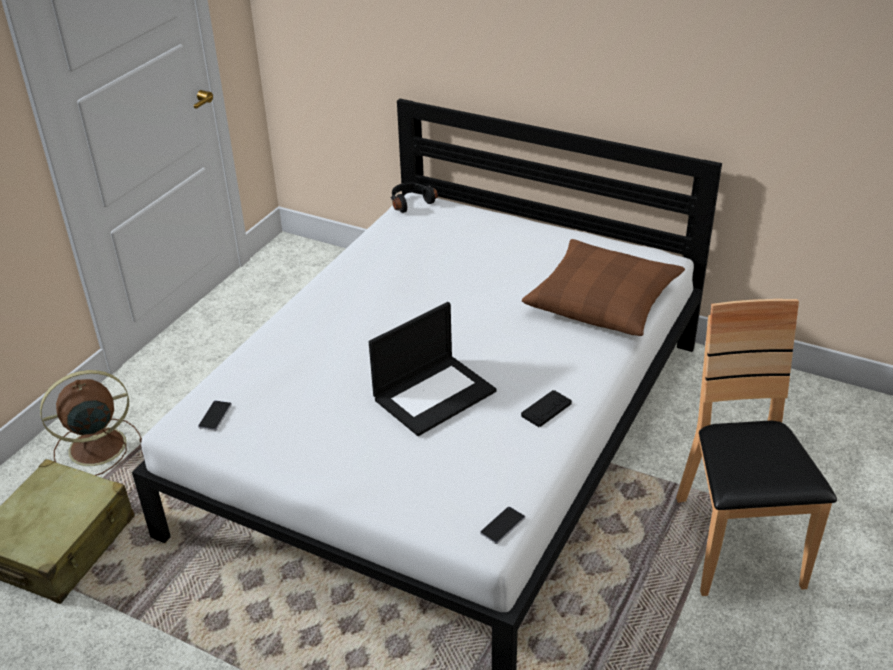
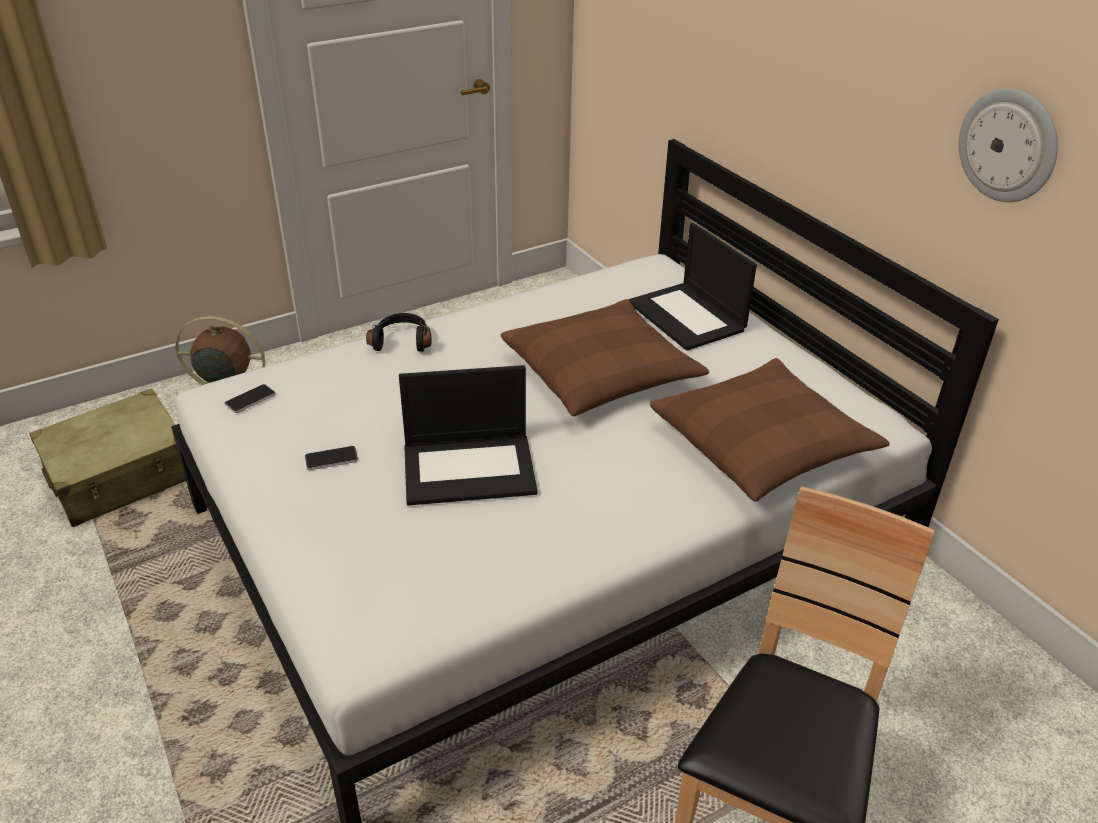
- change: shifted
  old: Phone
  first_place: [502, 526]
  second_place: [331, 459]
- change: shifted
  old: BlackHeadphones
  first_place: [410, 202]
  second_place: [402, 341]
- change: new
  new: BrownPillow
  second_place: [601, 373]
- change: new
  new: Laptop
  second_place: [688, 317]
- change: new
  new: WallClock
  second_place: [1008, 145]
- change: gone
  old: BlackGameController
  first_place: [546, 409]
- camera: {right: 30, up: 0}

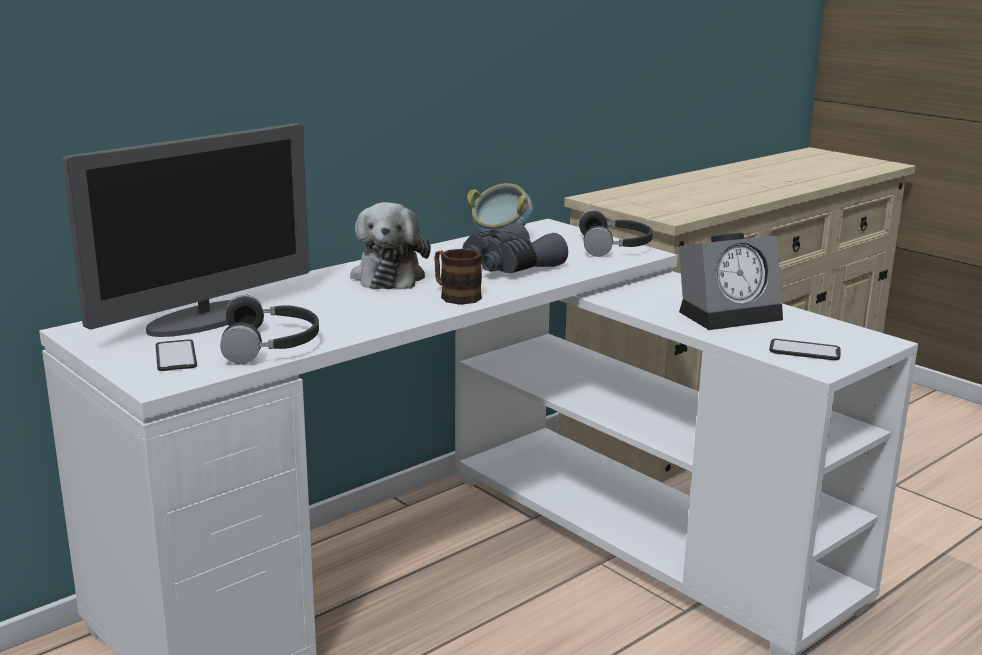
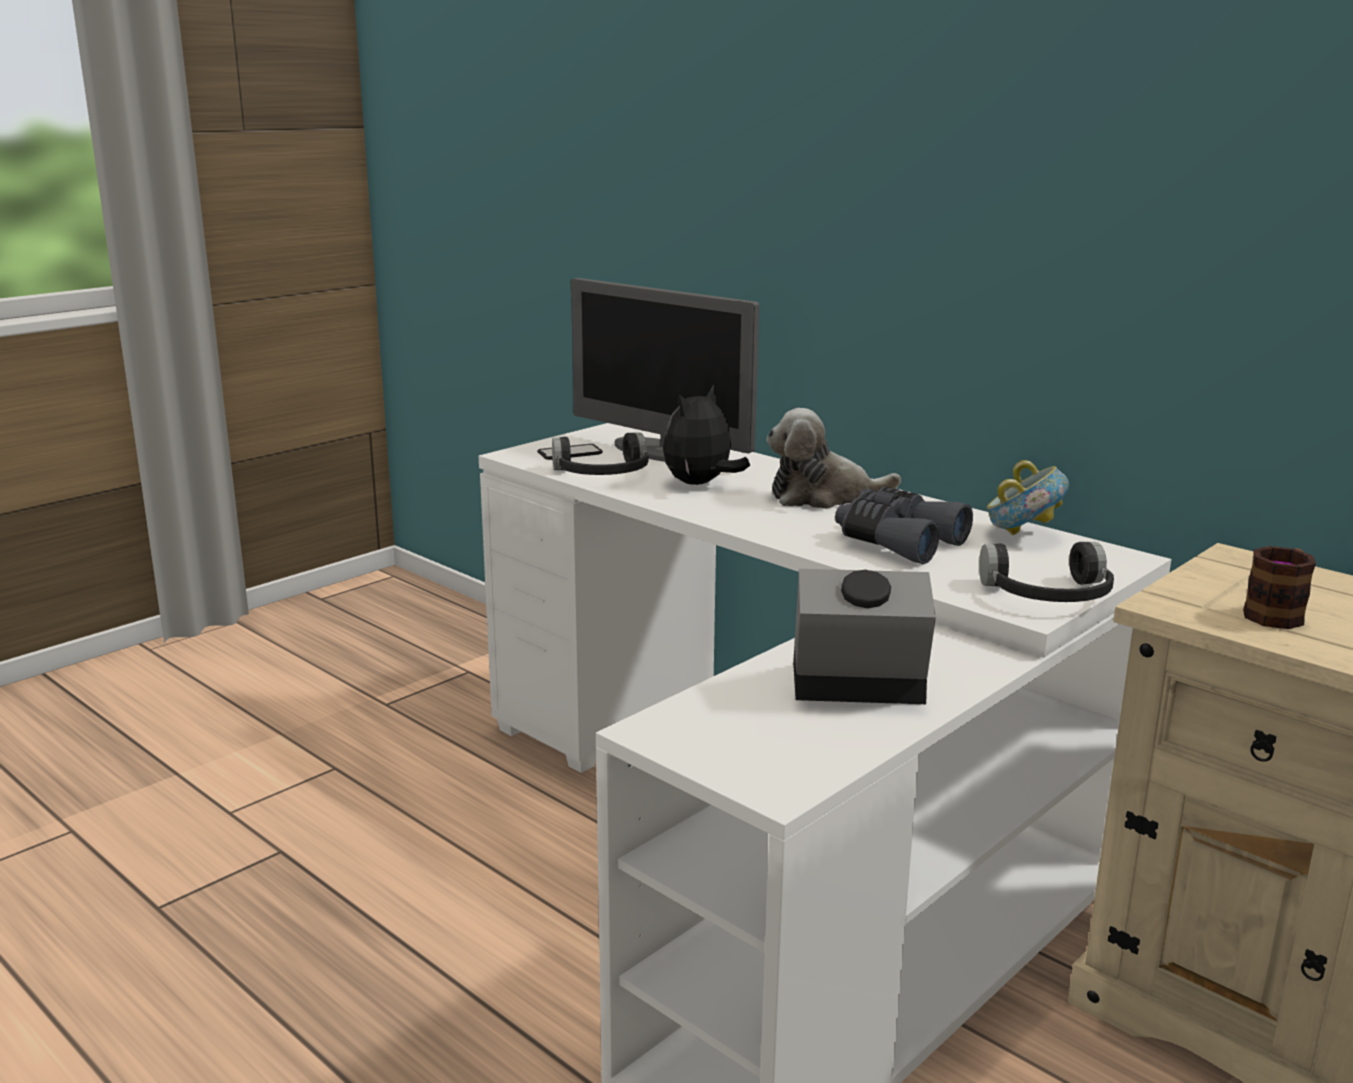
- change: new
  new: PlushToy
  second_place: [700, 484]
- change: rotated
  old: AlarmClock
  first_place: [730, 314]
  second_place: [853, 686]
  degrees: 120
- change: shifted
  old: Mug
  first_place: [455, 295]
  second_place: [1277, 613]
- change: gone
  old: Phone
  first_place: [804, 351]
- camera: {right: 85, up: 0}

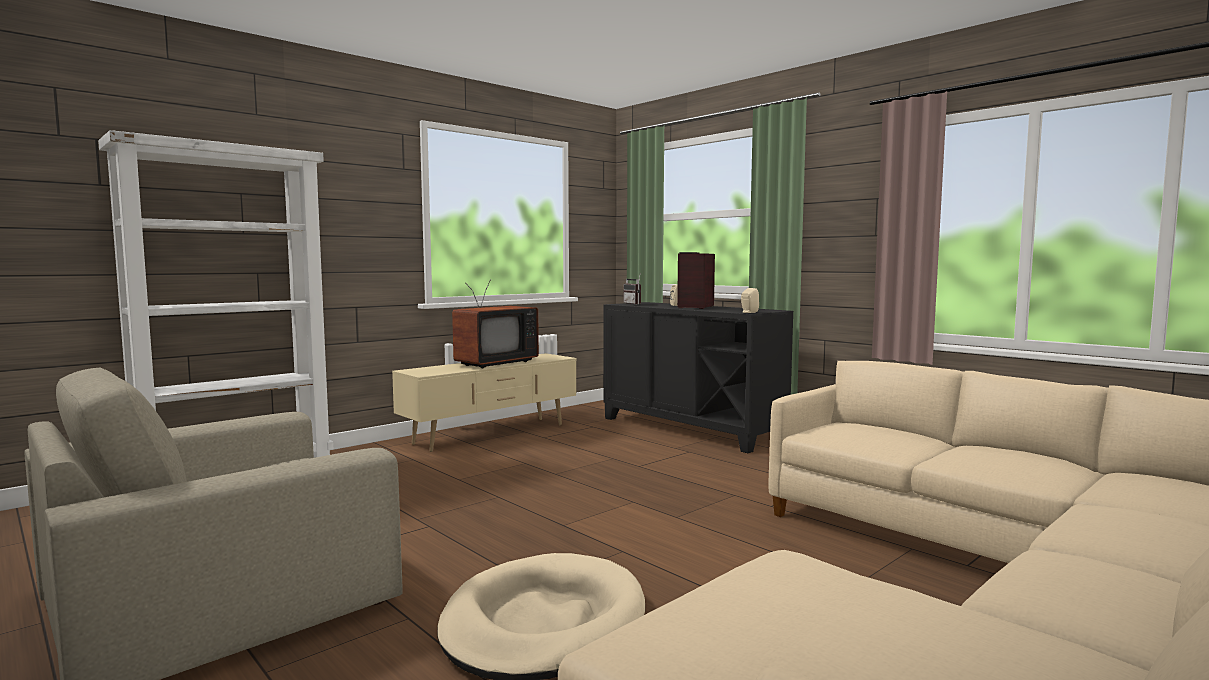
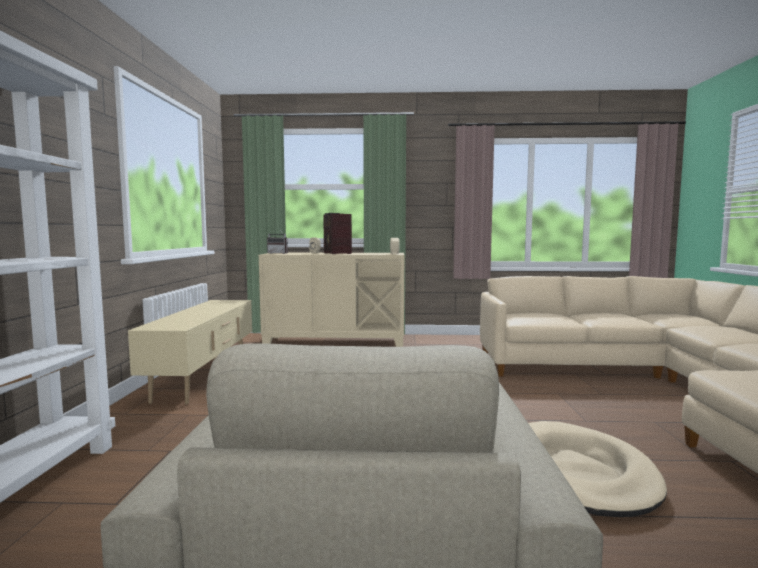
- change: repainted
  old: BlackCabinet
  new: BeigeCabinet
  first_place: [691, 429]
  second_place: [335, 342]
- change: gone
  old: Television
  first_place: [492, 363]
- camera: {right: -45, up: 0}

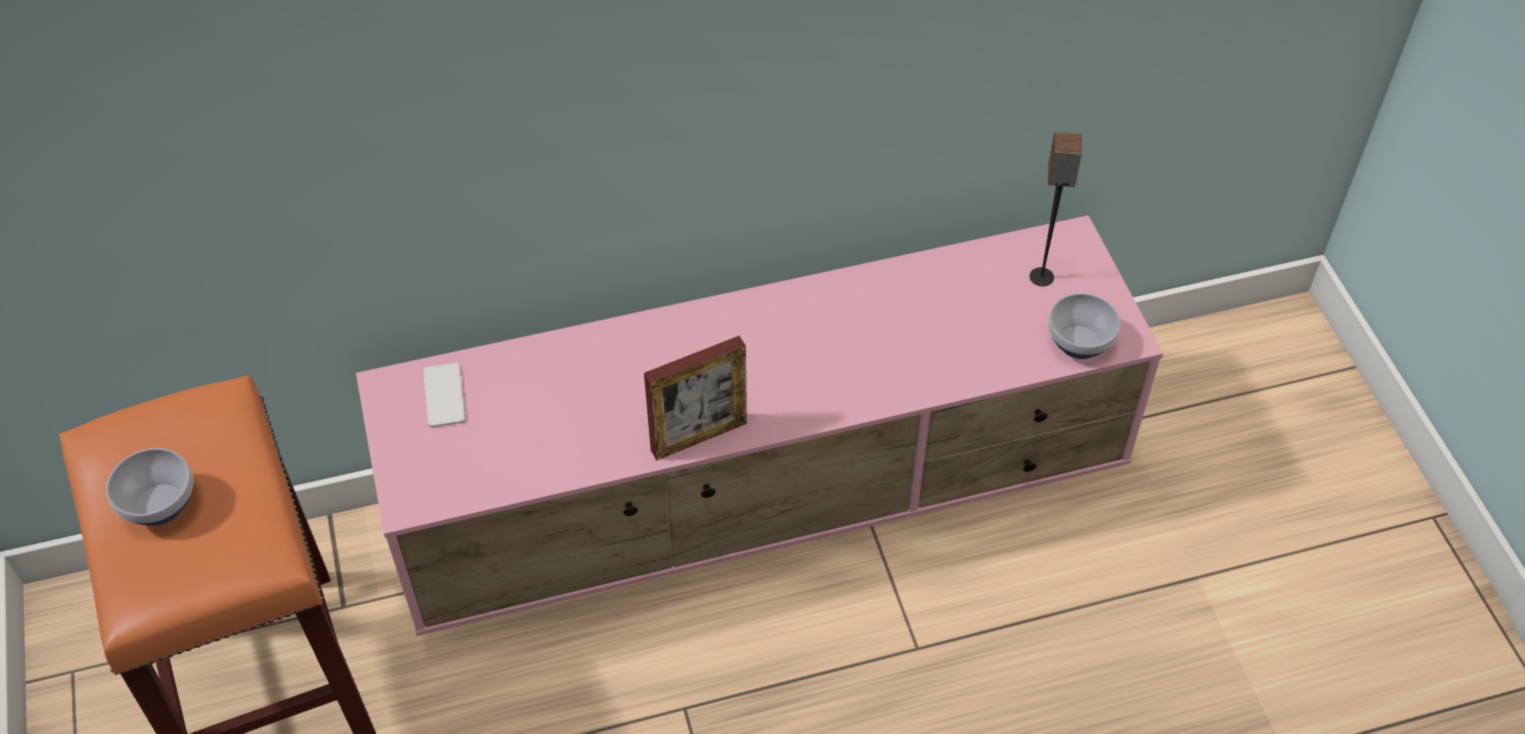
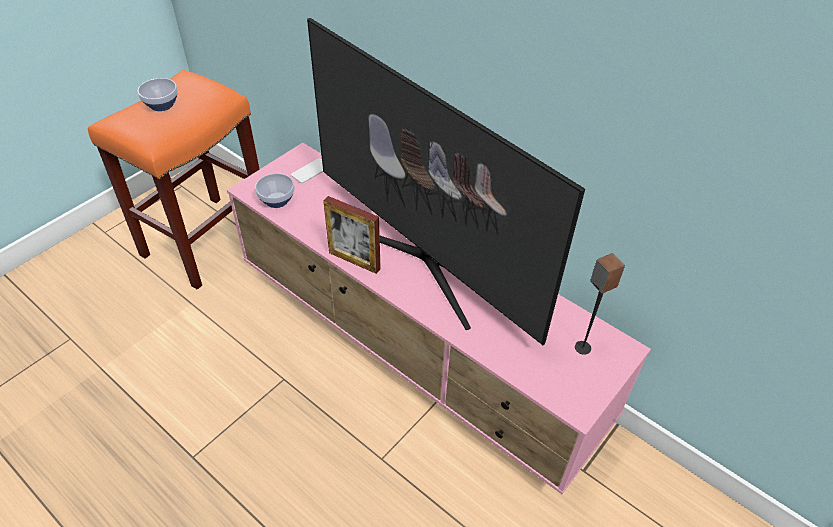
- change: shifted
  old: Bowl
  first_place: [1080, 341]
  second_place: [278, 200]
- change: new
  new: Television
  second_place: [423, 260]
- camera: {right: 55, up: -5}

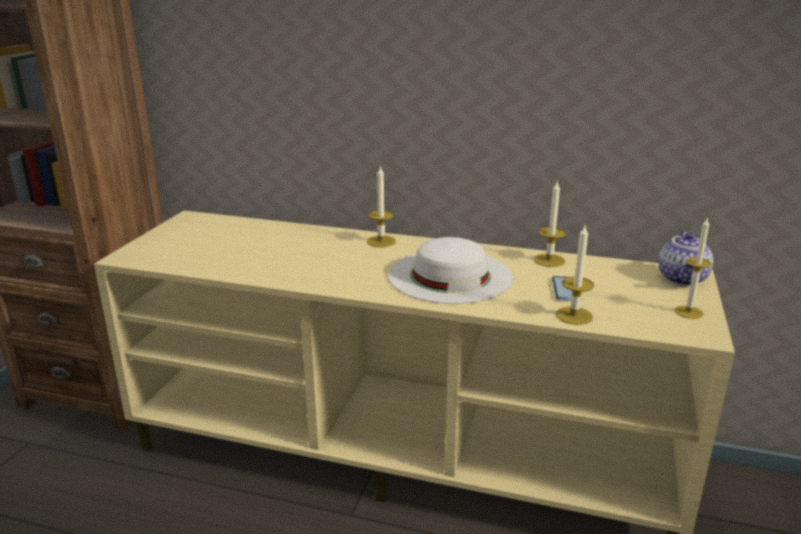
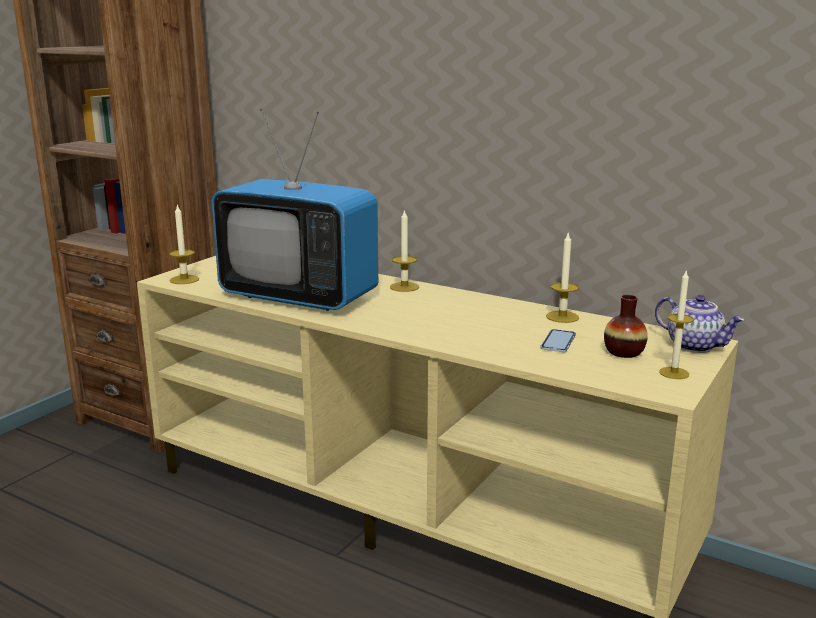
- change: shifted
  old: Candle
  first_place: [574, 315]
  second_place: [184, 279]
- change: new
  new: Television
  second_place: [299, 297]
- change: new
  new: Vase
  second_place: [624, 352]
- change: rotated
  old: Teapot
  first_place: [683, 279]
  second_place: [695, 346]
  degrees: -75
- change: gone
  old: WhiteHat
  first_place: [450, 275]
- camera: {right: 15, up: -5}

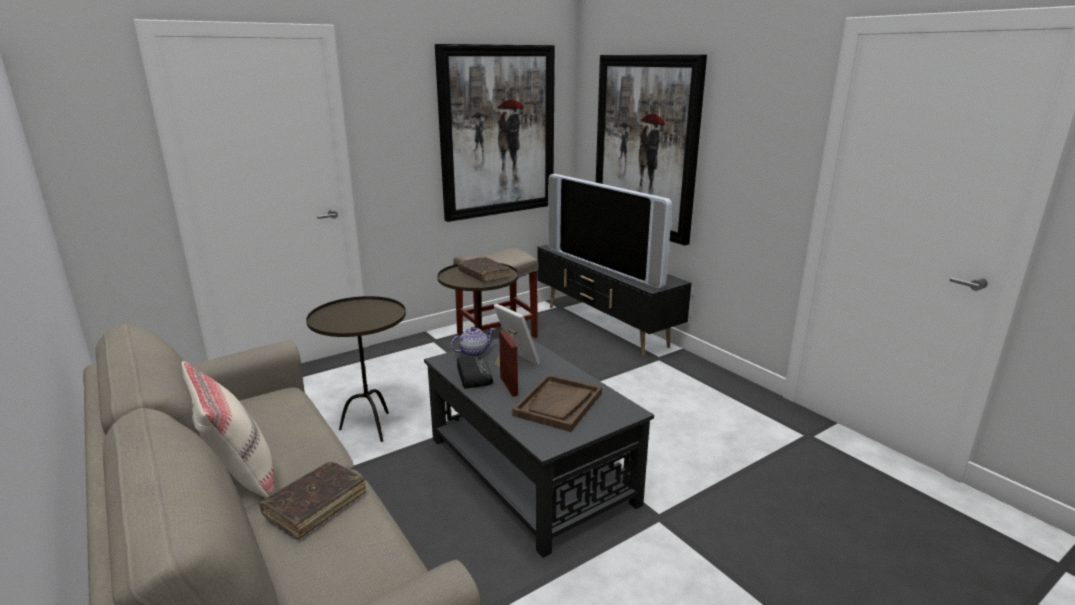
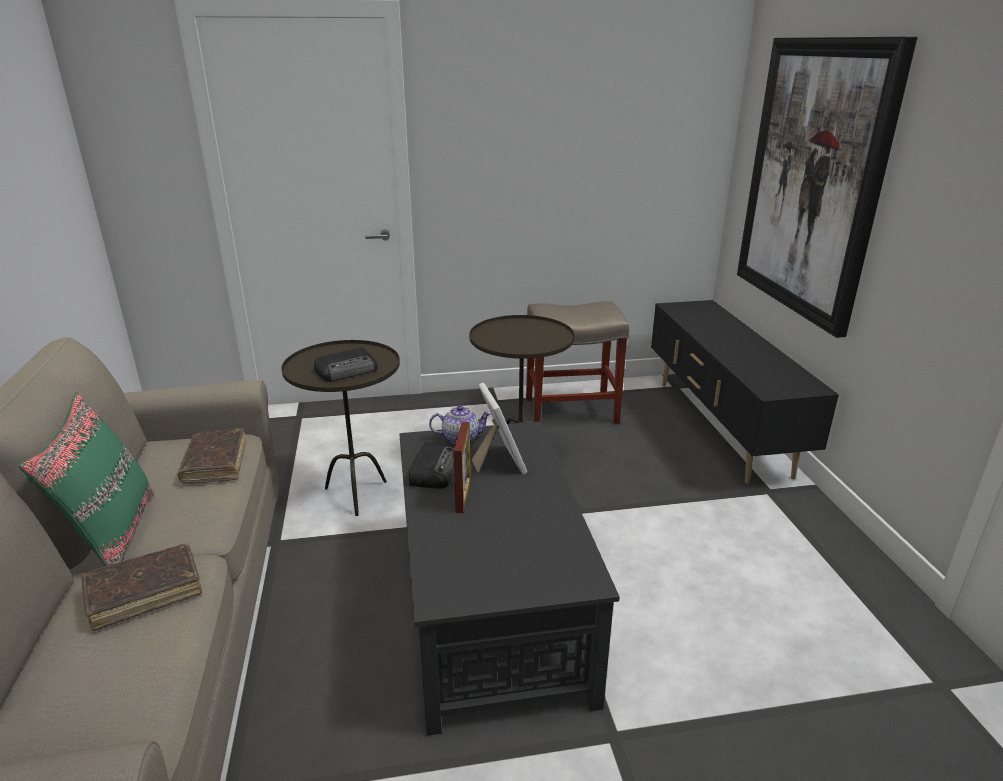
- change: repainted
  old: BeigePillow
  new: GreenPillow
  first_place: [239, 478]
  second_place: [113, 533]
- change: shifted
  old: BrownBook
  first_place: [484, 275]
  second_place: [215, 463]
- change: new
  new: Radio
  second_place: [347, 370]
- change: gone
  old: Picture
  first_place: [498, 132]
- change: gone
  old: BrownTray
  first_place: [558, 404]
- change: gone
  old: Television
  first_place: [604, 265]
- camera: {right: 25, up: 5}

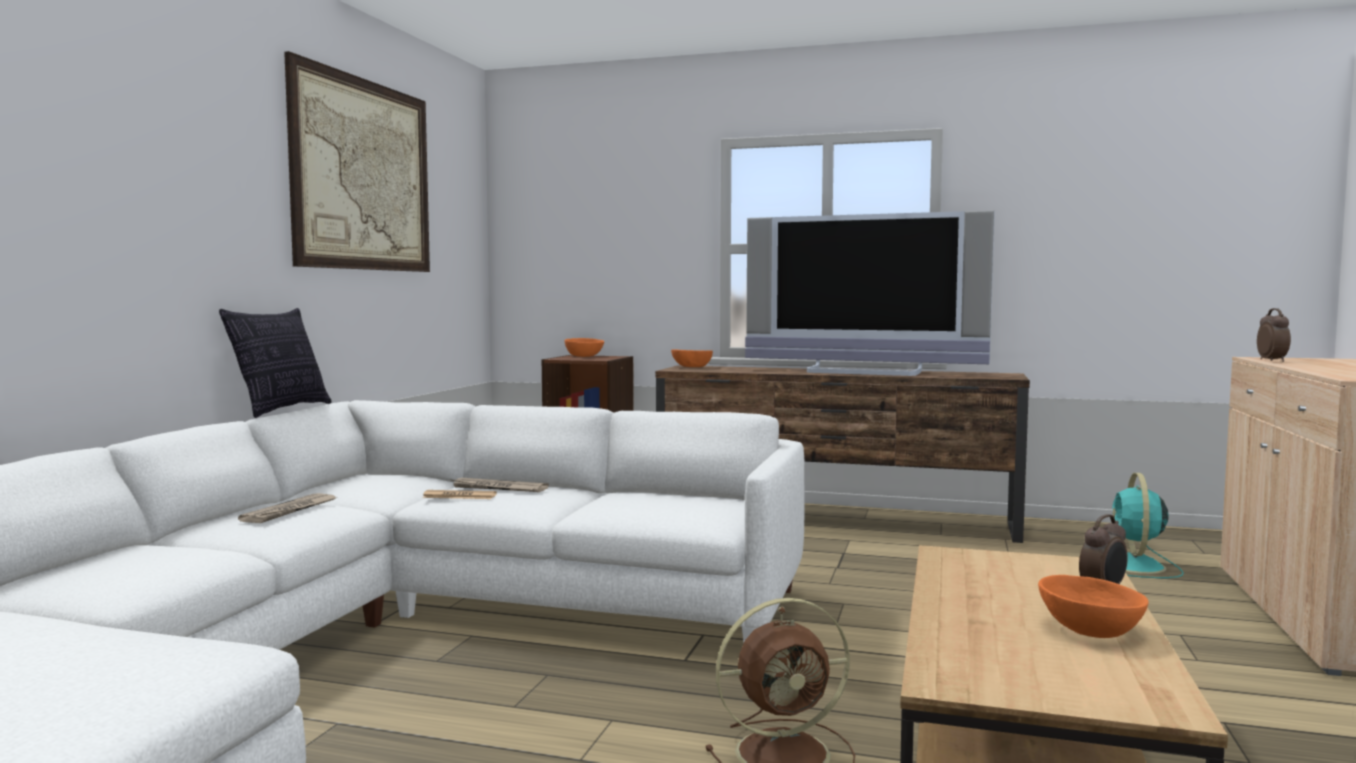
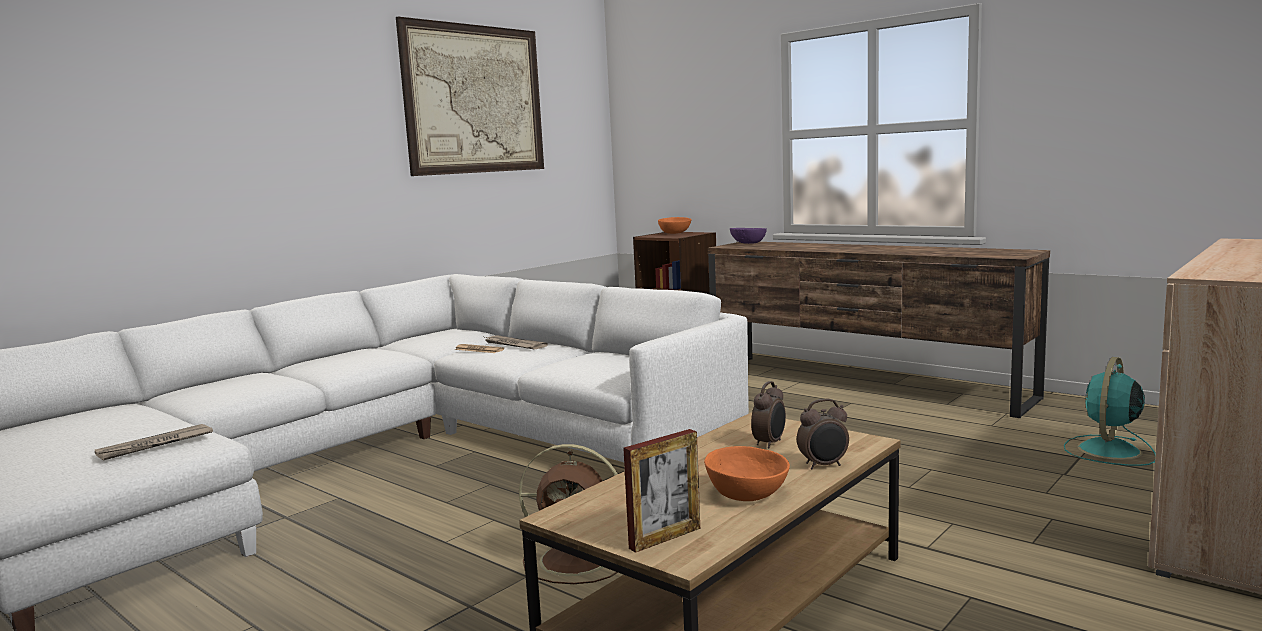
- change: shifted
  old: Newspaper
  first_place: [290, 511]
  second_place: [155, 445]
- change: new
  new: PictureFrame
  second_place: [665, 538]
- change: repainted
  old: OrangeBowl
  new: PurpleBowl
  first_place: [692, 367]
  second_place: [748, 243]
- change: shifted
  old: AlarmClock
  first_place: [1272, 361]
  second_place: [770, 443]
- change: gone
  old: Pillow
  first_place: [281, 410]
- change: gone
  old: Television
  first_place: [863, 372]
- camera: {right: 25, up: 5}

